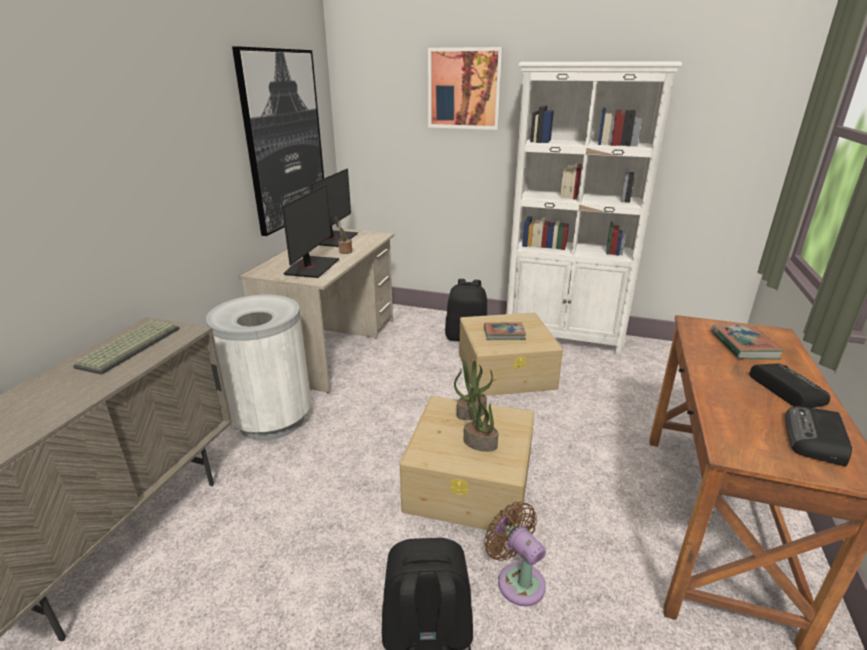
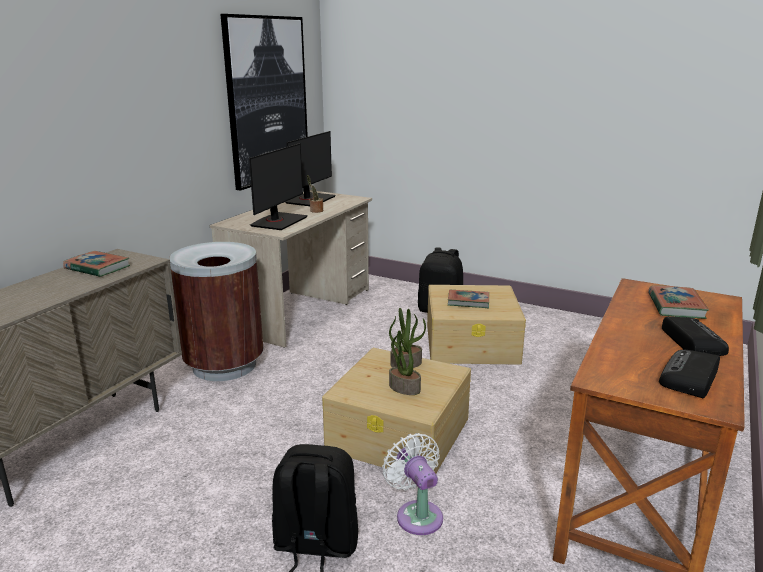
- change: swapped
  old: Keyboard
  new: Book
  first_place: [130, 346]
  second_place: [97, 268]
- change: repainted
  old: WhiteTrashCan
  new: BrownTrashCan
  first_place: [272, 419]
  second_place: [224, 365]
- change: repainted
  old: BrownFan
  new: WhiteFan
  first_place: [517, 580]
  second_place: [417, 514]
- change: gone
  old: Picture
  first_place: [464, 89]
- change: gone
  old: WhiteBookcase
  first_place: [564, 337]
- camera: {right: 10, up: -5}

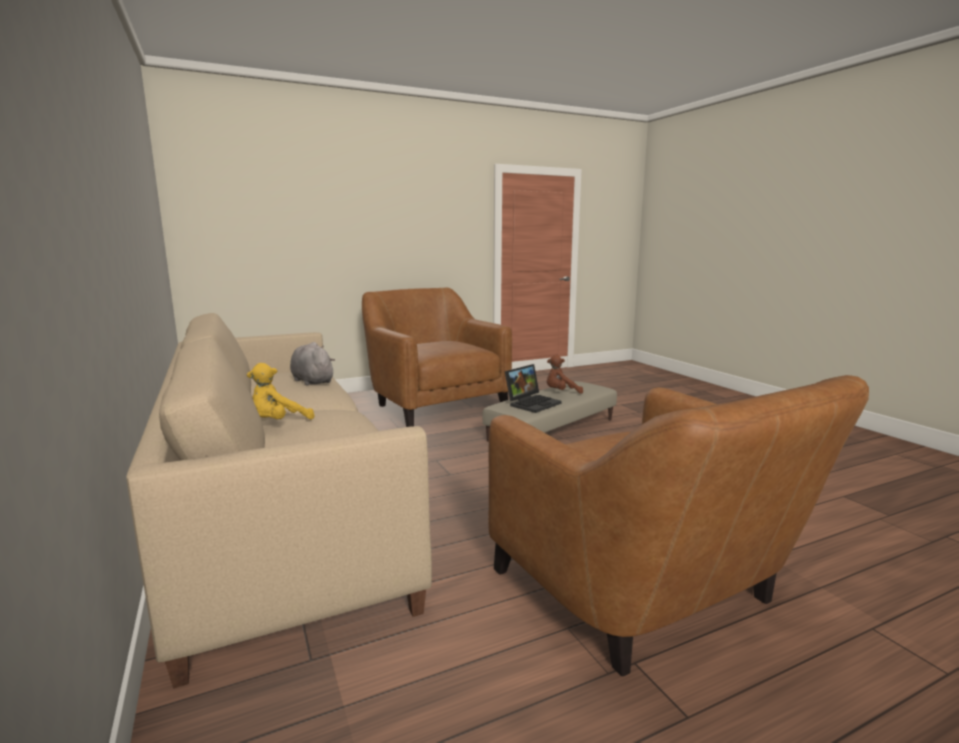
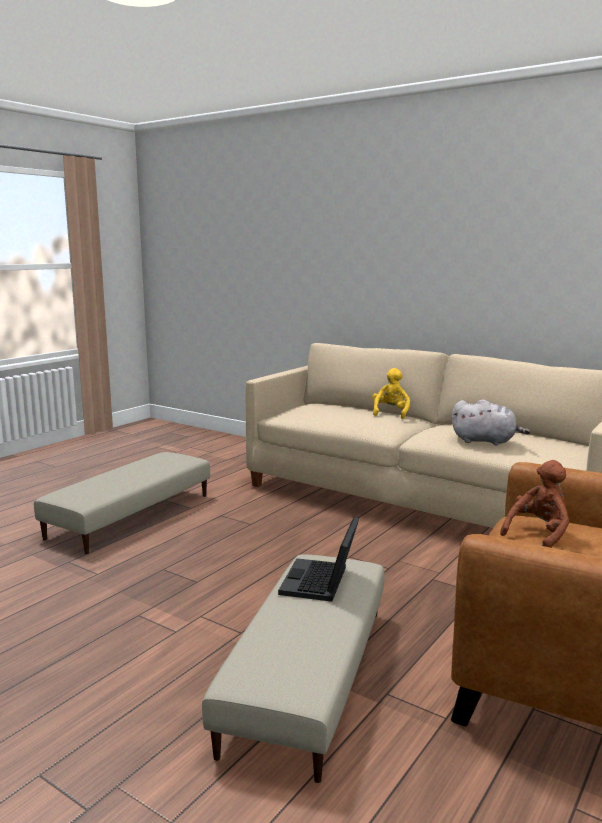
- change: swapped
  old: BrownArmchair
  new: BeigeOttoman
  first_place: [648, 595]
  second_place: [130, 516]
- change: shifted
  old: BrownPlushToy
  first_place: [561, 392]
  second_place: [539, 535]
- camera: {right: 150, up: 0}

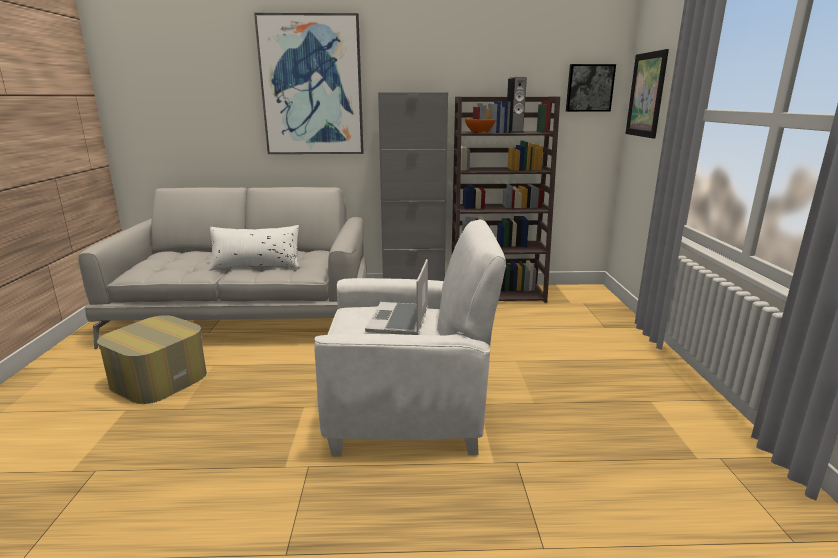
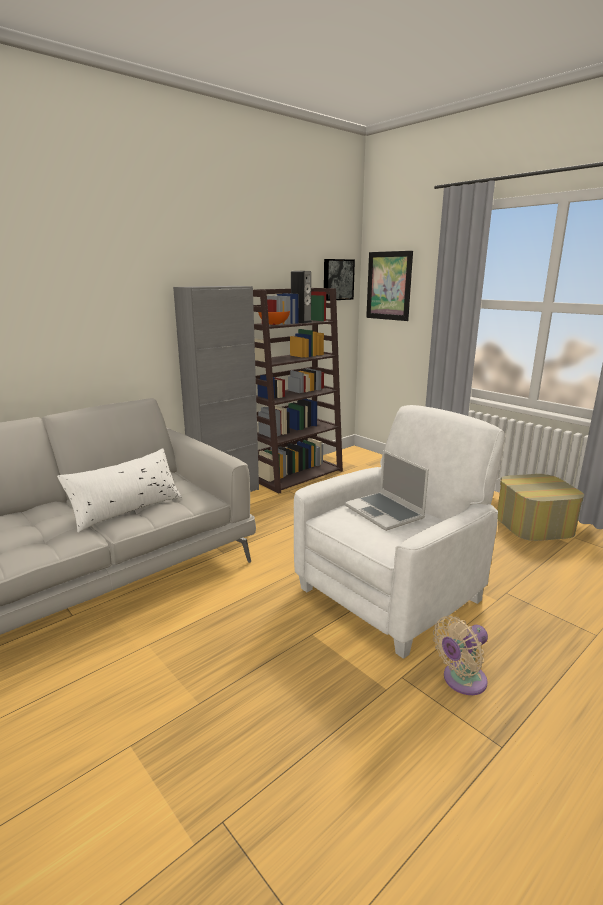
- change: new
  new: BeigeFan
  second_place: [461, 681]
- change: shifted
  old: Ottoman
  first_place: [159, 379]
  second_place: [534, 524]
- change: gone
  old: Picture
  first_place: [312, 86]
- camera: {right: -40, up: 0}

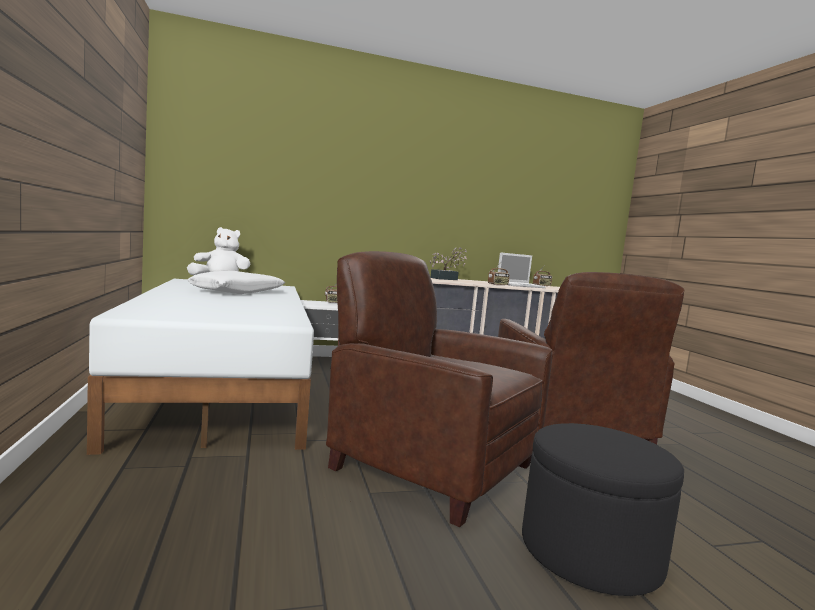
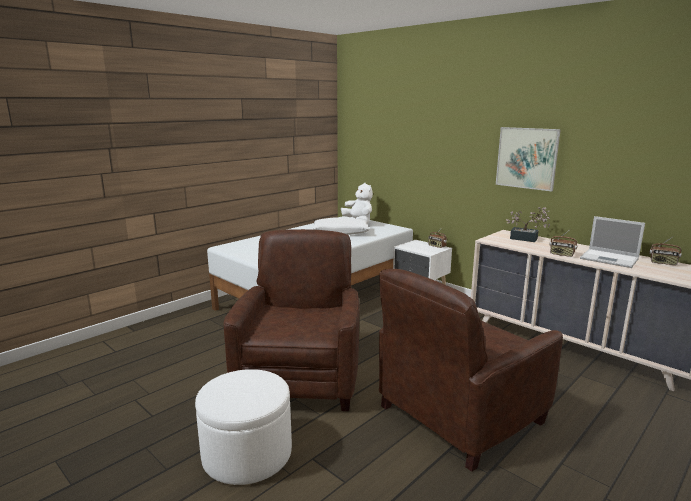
- change: repainted
  old: BlackOttoman
  new: WhiteOttoman
  first_place: [590, 552]
  second_place: [247, 454]
- change: new
  new: Picture
  second_place: [527, 158]
- camera: {right: 60, up: 10}

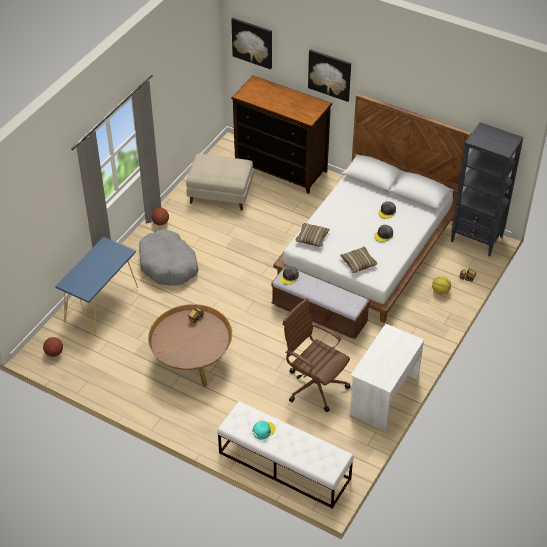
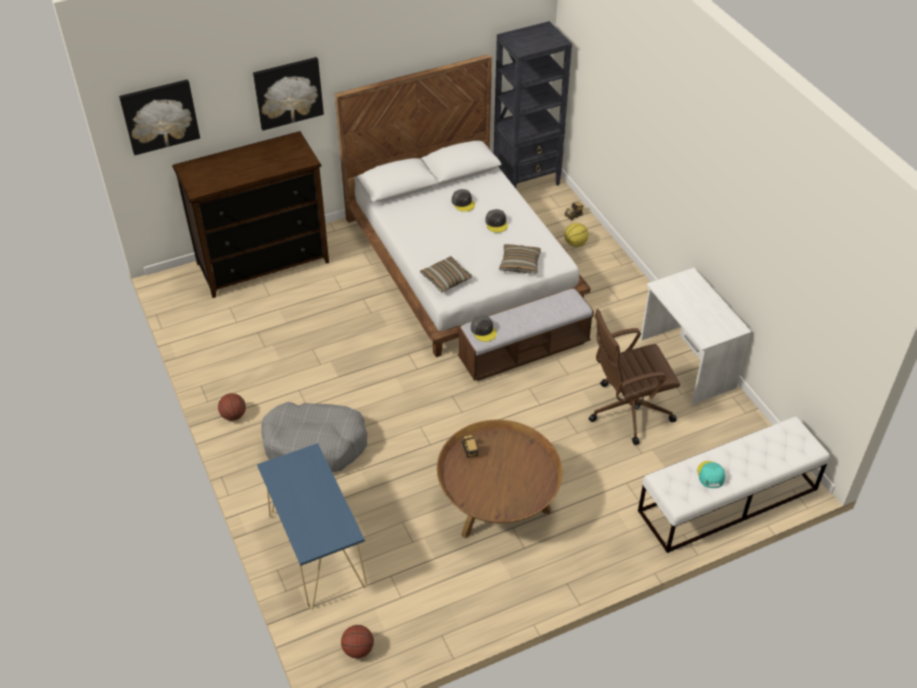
- change: gone
  old: BeigeOttoman
  first_place: [221, 193]
- camera: {right: -55, up: 0}

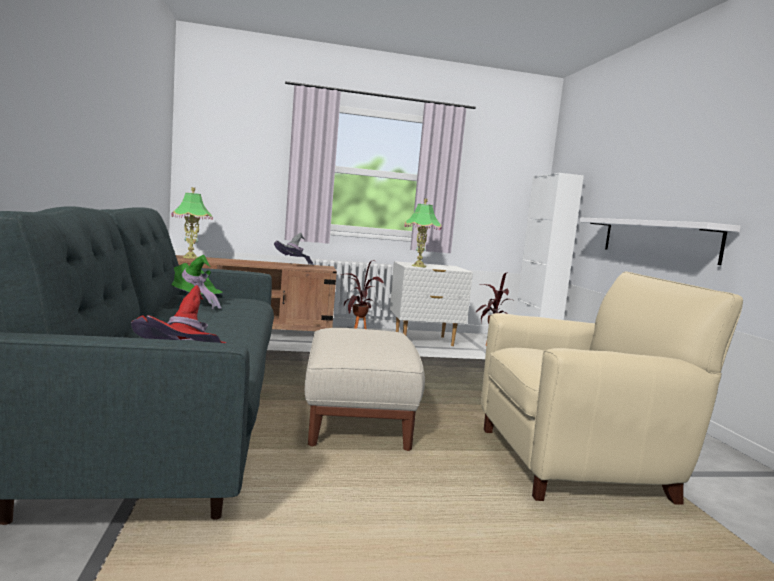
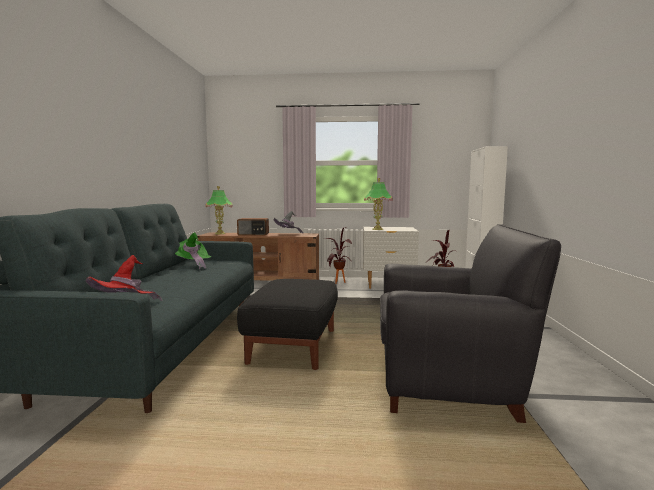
- change: new
  new: Radio
  second_place: [253, 234]
- change: repainted
  old: BeigeOttoman
  new: BlackOttoman
  first_place: [358, 420]
  second_place: [294, 346]
- change: repainted
  old: BeigeArmchair
  new: BlackArmchair
  first_place: [576, 464]
  second_place: [448, 384]
- change: gone
  old: WhiteShelf
  first_place: [657, 239]
- camera: {right: 15, up: 0}

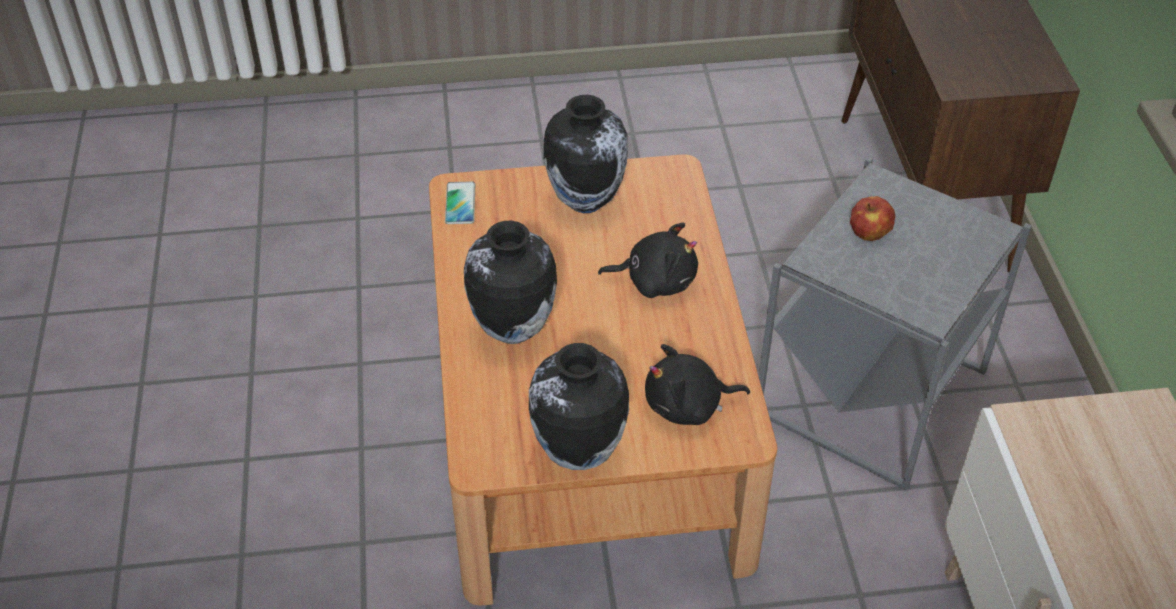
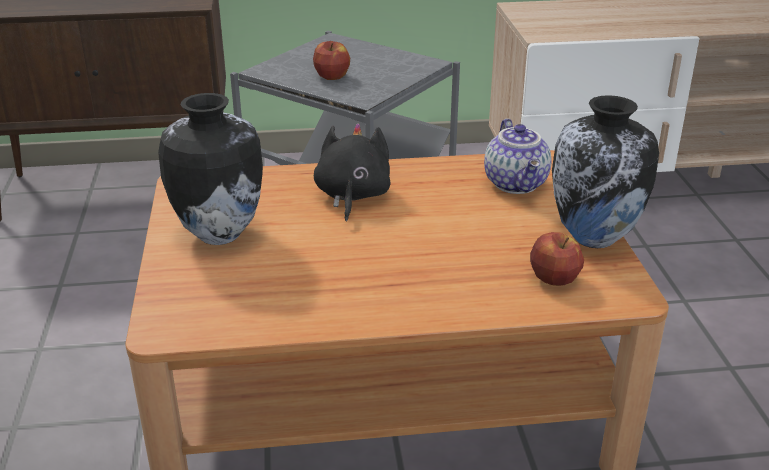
- change: swapped
  old: BlackPlushToy
  new: Teapot
  first_place: [688, 406]
  second_place: [517, 184]
- change: new
  new: Apple
  second_place: [554, 278]
- change: gone
  old: Phone
  first_place: [460, 204]
- change: gone
  old: Vase
  first_place: [512, 330]
- camera: {right: -90, up: -15}

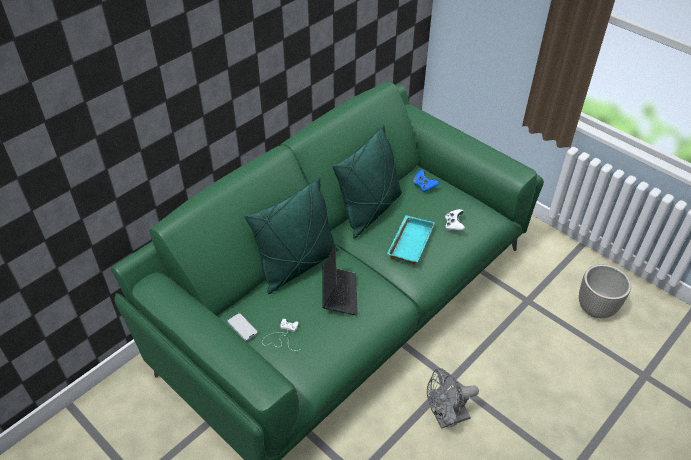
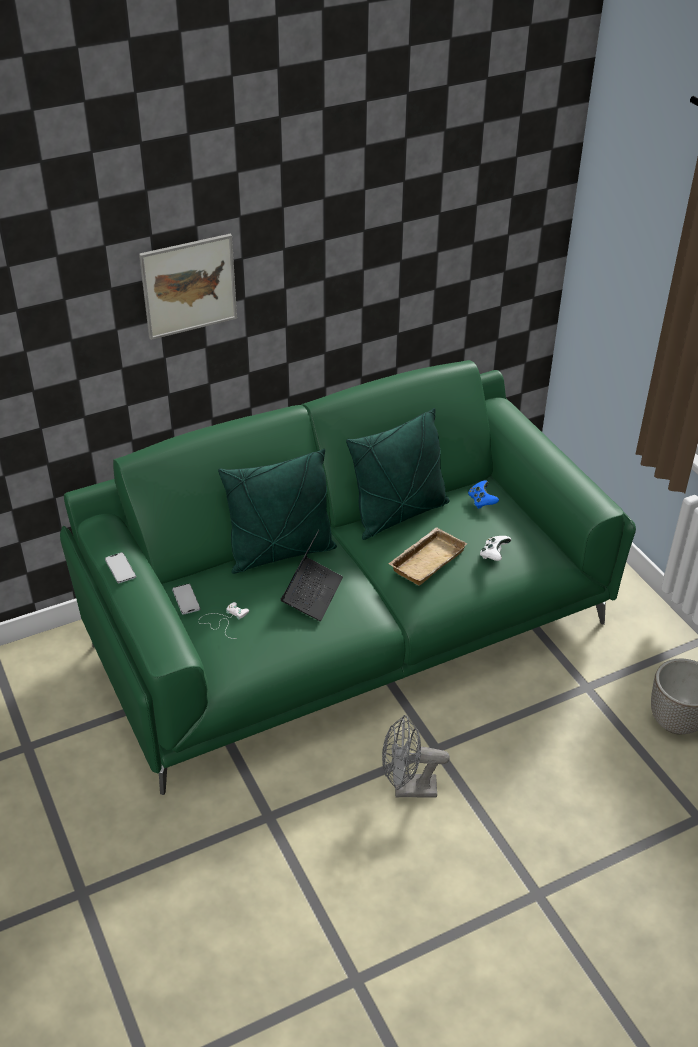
- change: new
  new: Phone
  second_place: [120, 568]
- change: new
  new: Picture
  second_place: [189, 286]
- change: repainted
  old: TurquoiseTray
  new: BeigeTray
  first_place: [409, 242]
  second_place: [426, 559]
- camera: {right: 20, up: -5}

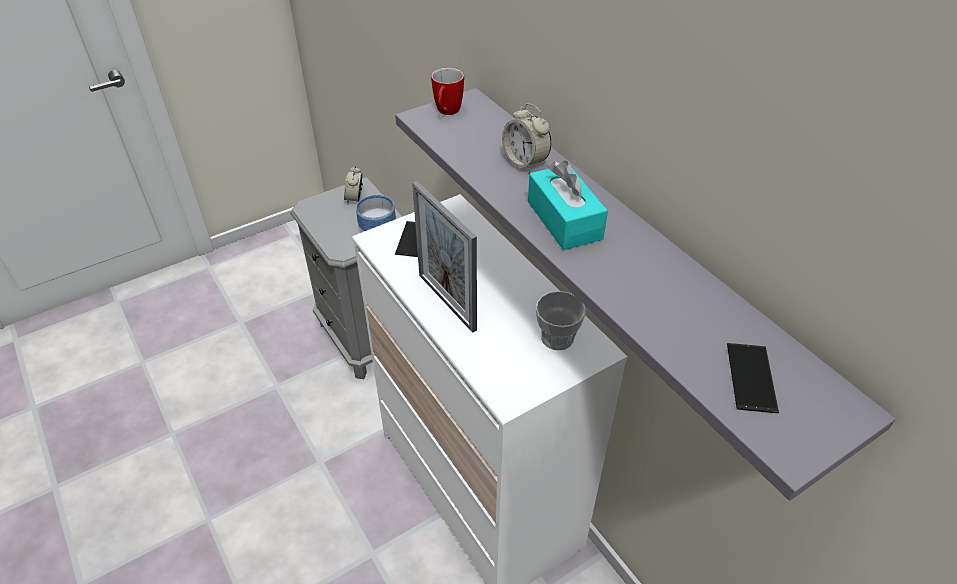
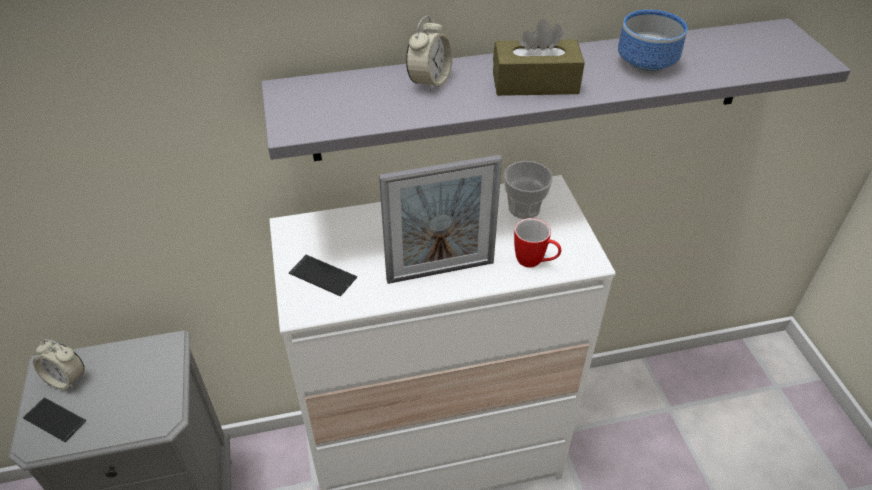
- change: shifted
  old: Phone
  first_place: [751, 377]
  second_place: [54, 419]
- change: rotated
  old: AlarmClock
  first_place: [525, 162]
  second_place: [429, 82]
  degrees: -45
- change: repainted
  old: TurquoiseTissueBox
  new: BrownTissueBox
  first_place: [564, 220]
  second_place: [535, 83]
- change: shifted
  old: Mug
  first_place: [446, 113]
  second_place: [535, 262]
- change: shifted
  old: Bowl
  first_place: [378, 226]
  second_place: [643, 63]
- camera: {right: -70, up: 0}

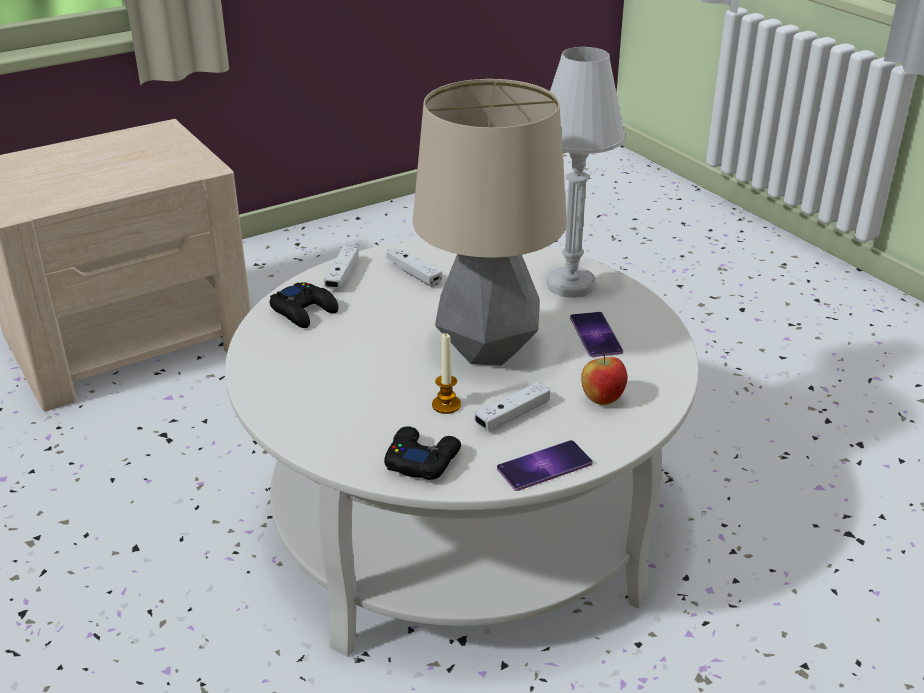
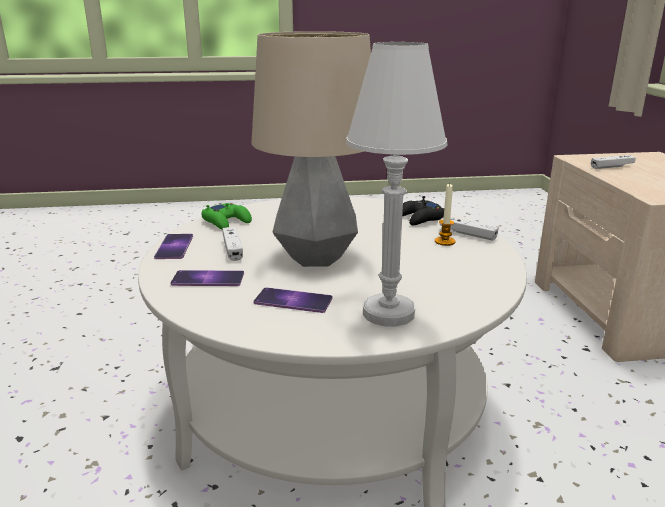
- change: swapped
  old: Apple
  new: Phone
  first_place: [602, 400]
  second_place: [208, 279]
- change: repainted
  old: BlackGameController
  new: GreenGameController
  first_place: [422, 460]
  second_place: [227, 222]
- change: shifted
  old: Candle
  first_place: [446, 405]
  second_place: [444, 241]
- change: shifted
  old: WhiteGameController
  first_place: [414, 273]
  second_place: [611, 167]
- camera: {right: 115, up: -10}

